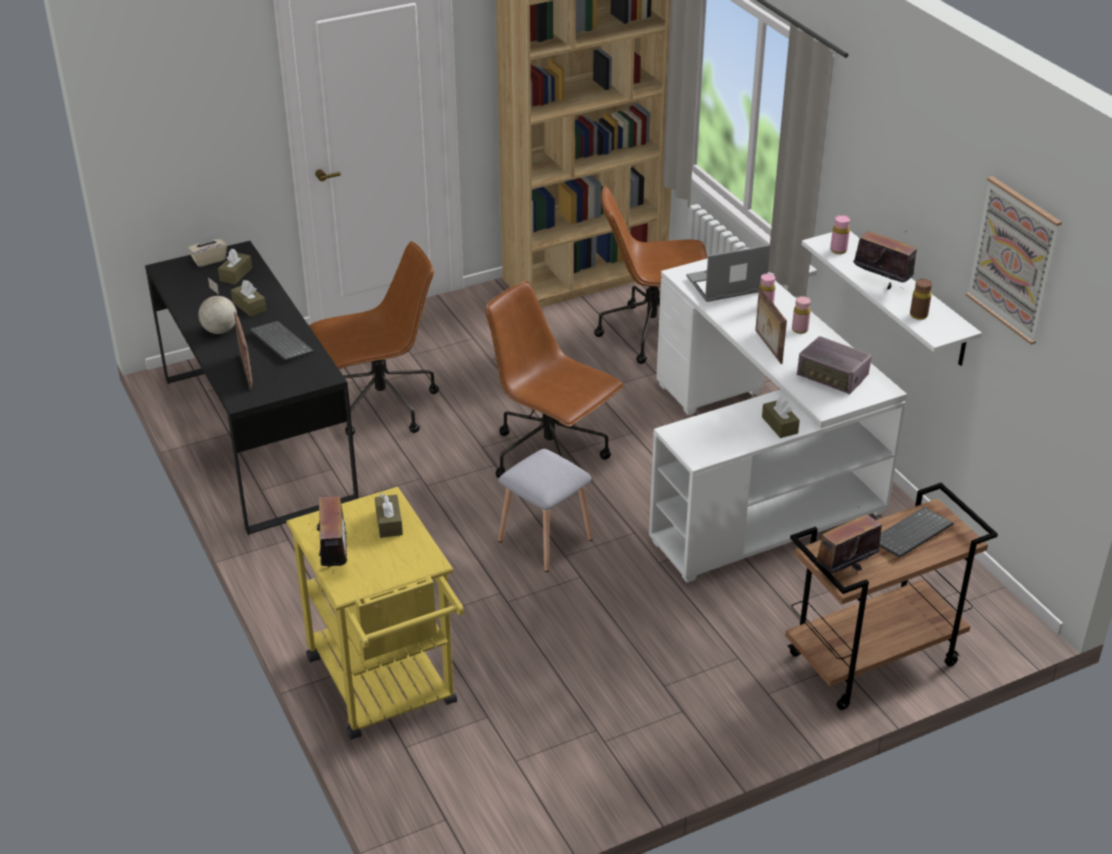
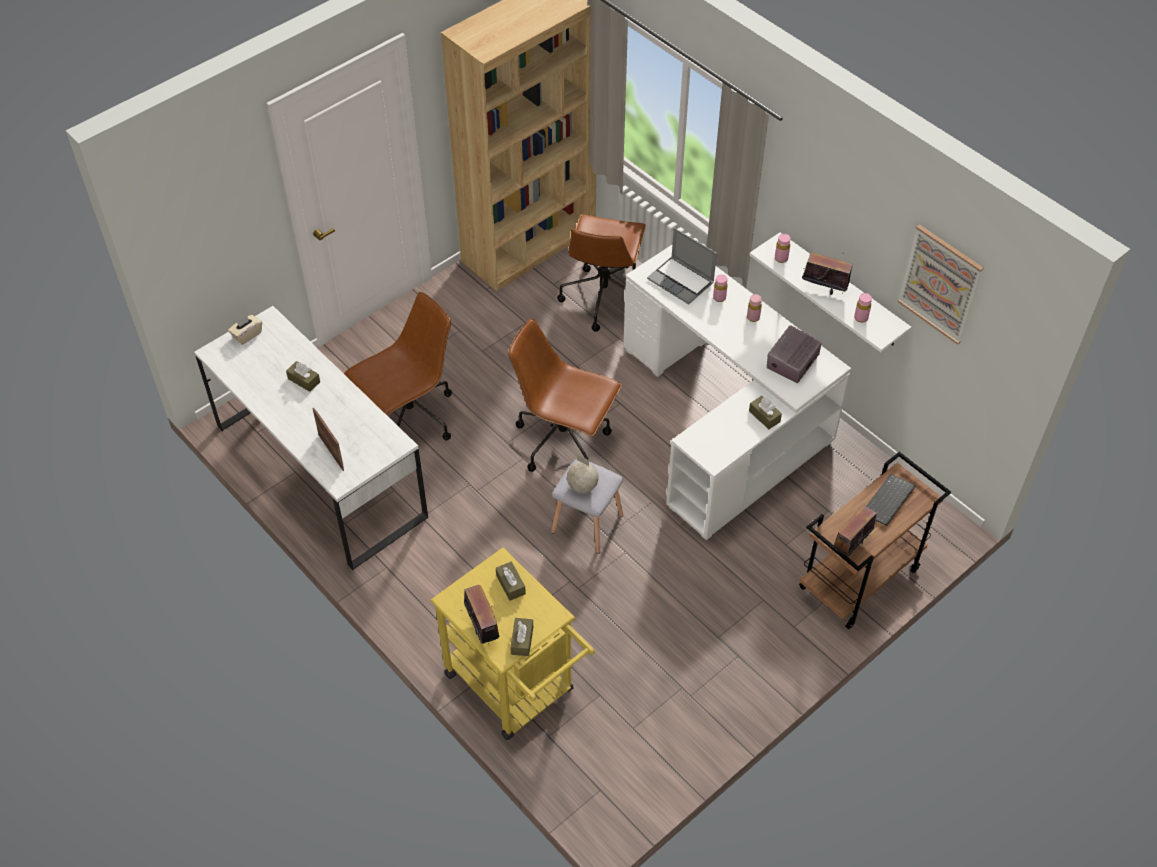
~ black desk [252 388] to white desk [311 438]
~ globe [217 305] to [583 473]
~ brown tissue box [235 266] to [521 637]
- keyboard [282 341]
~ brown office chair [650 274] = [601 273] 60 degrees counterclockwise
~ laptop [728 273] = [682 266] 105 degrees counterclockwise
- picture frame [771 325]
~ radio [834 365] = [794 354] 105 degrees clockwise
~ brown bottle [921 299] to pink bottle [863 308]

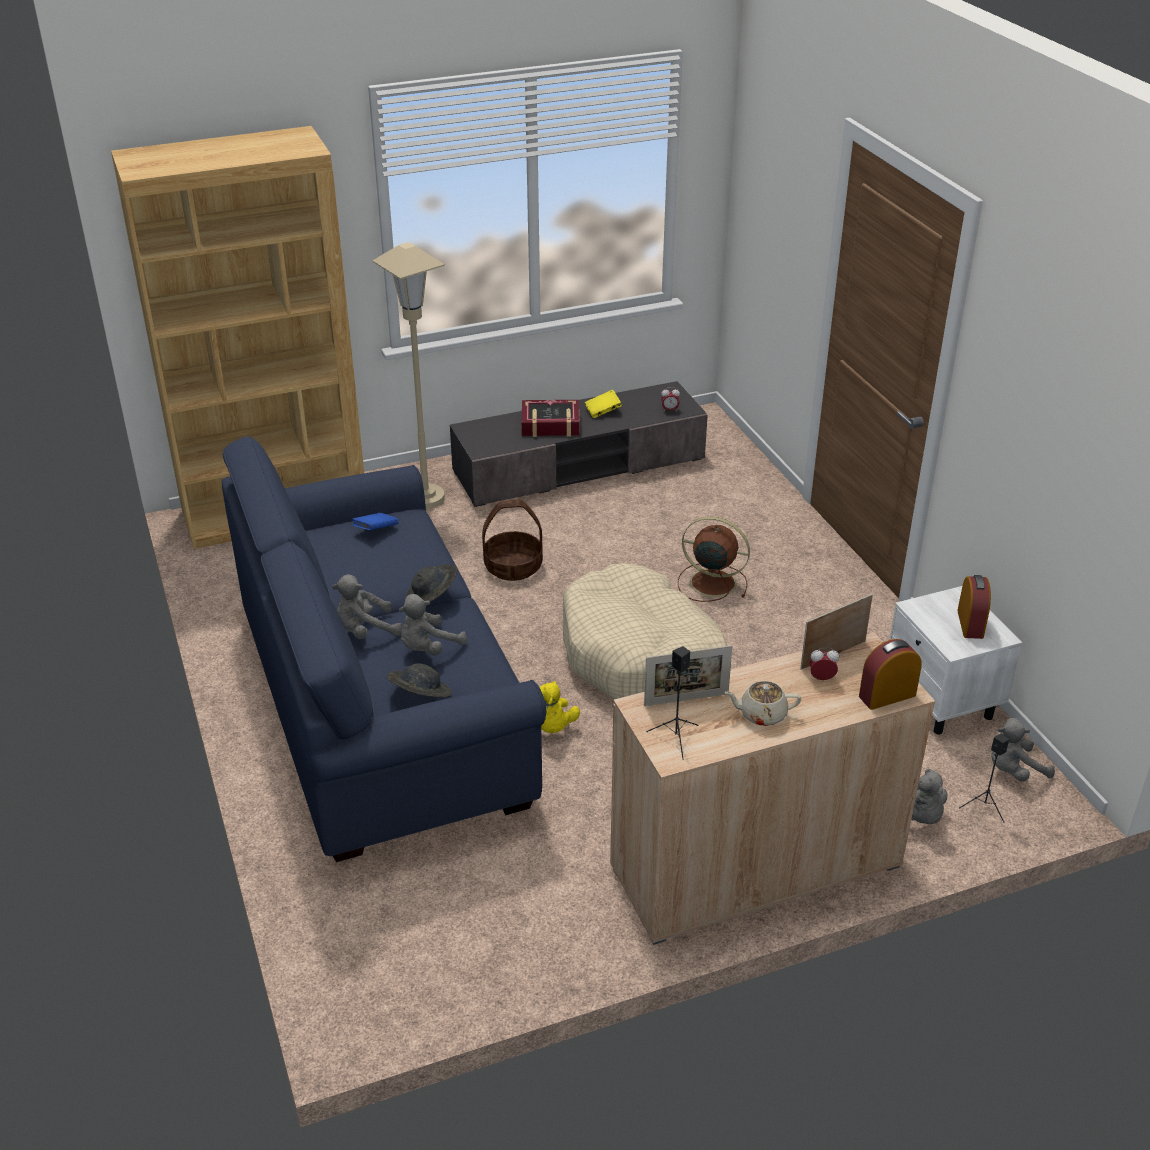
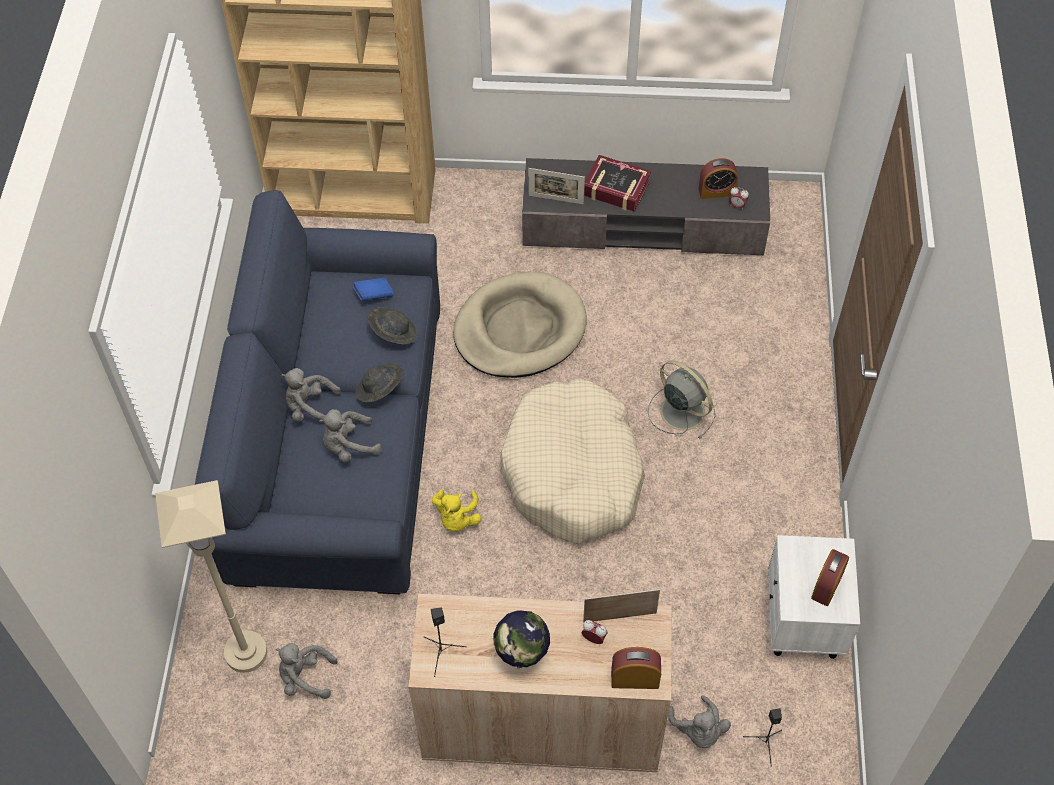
~ beige floor lamp [408 375] to [211 576]
~ grey hat [419 680] to [392 326]
~ basket [512 540] to beige dog bed [520 325]
- yellow book [603 404]
~ picture frame [688 675] to [556 186]
~ brown fan [714 559] to grey fan [681 400]
~ beige teapot [762 703] to globe [522 639]
~ grey plush toy [1023 750] to [307 671]
+ alarm clock [718 178]

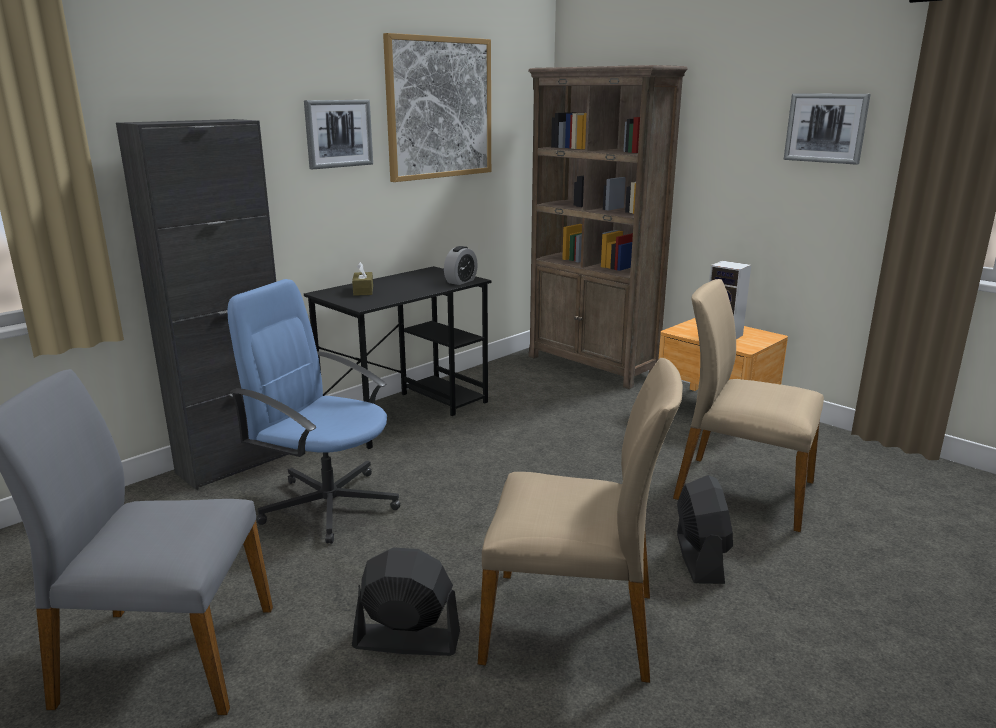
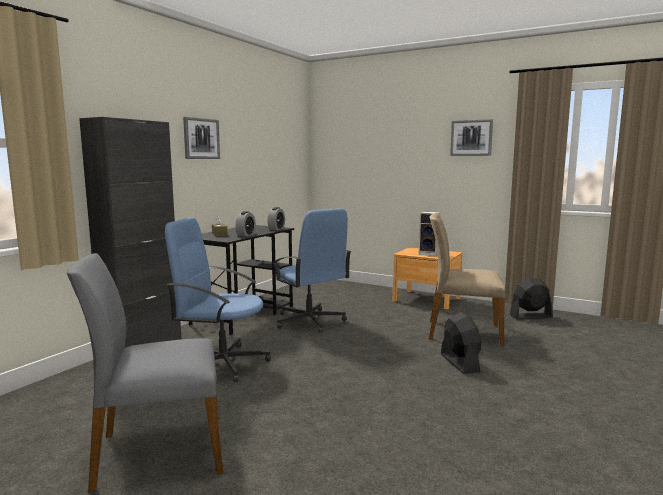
~ black fan [406 601] to [531 299]
- picture [437 107]
- beige chair [580 520]
- brown bookcase [608 227]
+ alarm clock [245 224]
+ blue office chair [311 270]

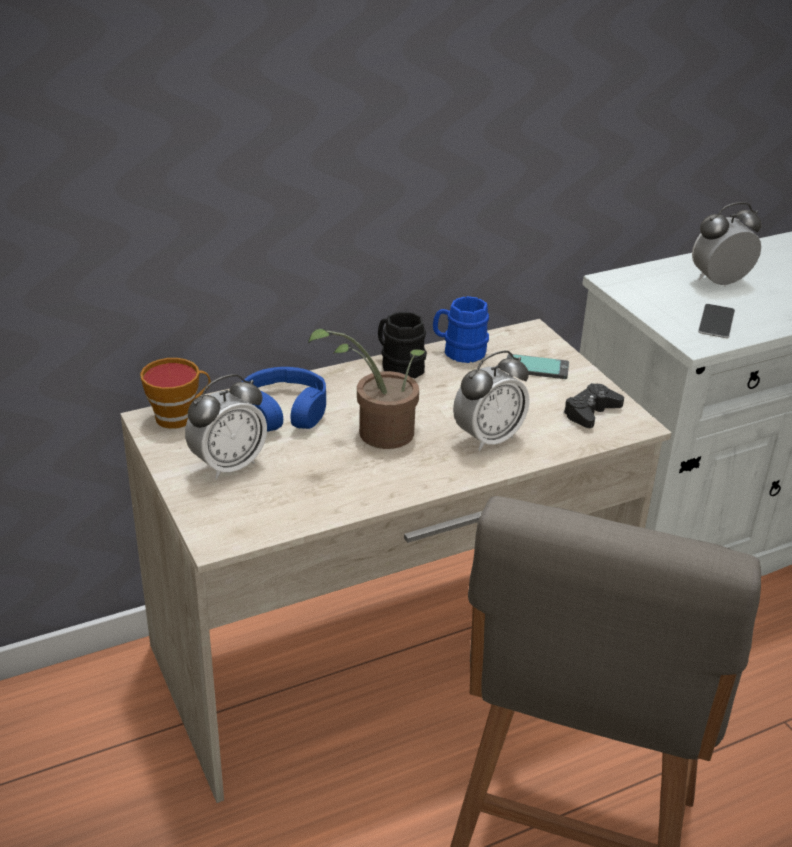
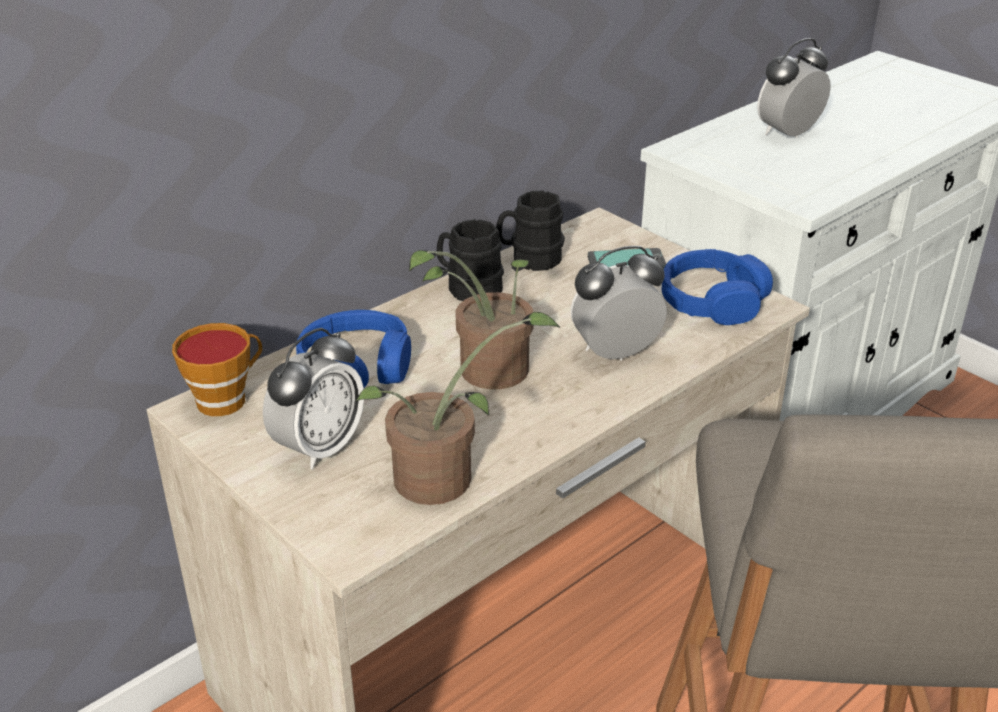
~ blue mug [461 329] to black mug [530 231]
~ alarm clock [491 401] = [619 303] 150 degrees counterclockwise
~ black game controller [594 405] to blue headphones [717 287]
- phone [716 321]
+ potted plant [458 408]

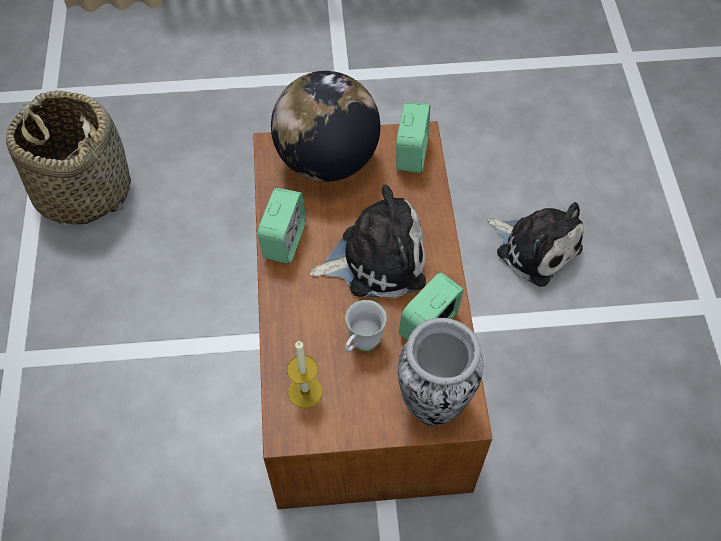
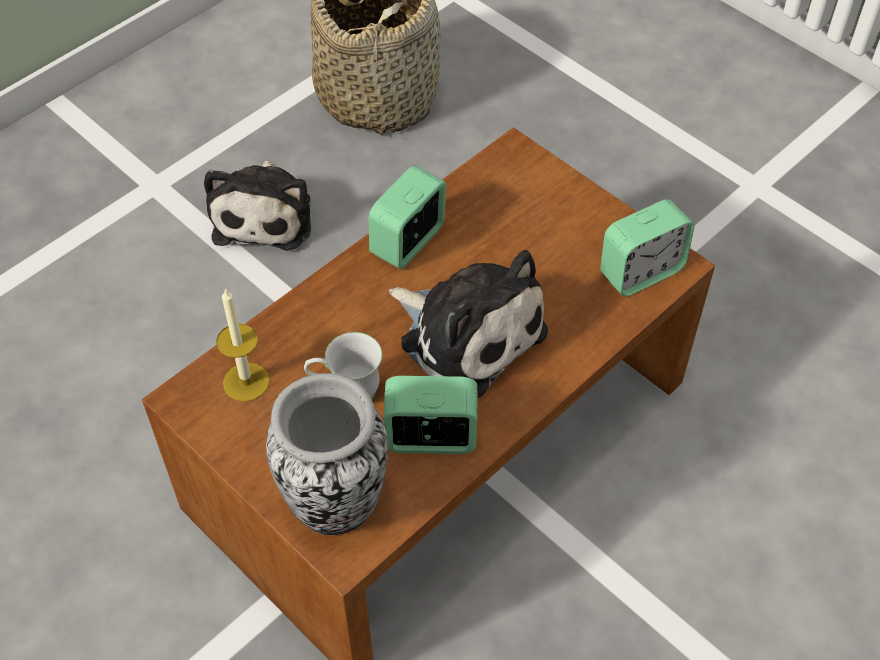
~ alarm clock [282 226] = [407 217] 150 degrees clockwise
- globe [325 126]
~ plush toy [535 244] to [257 206]

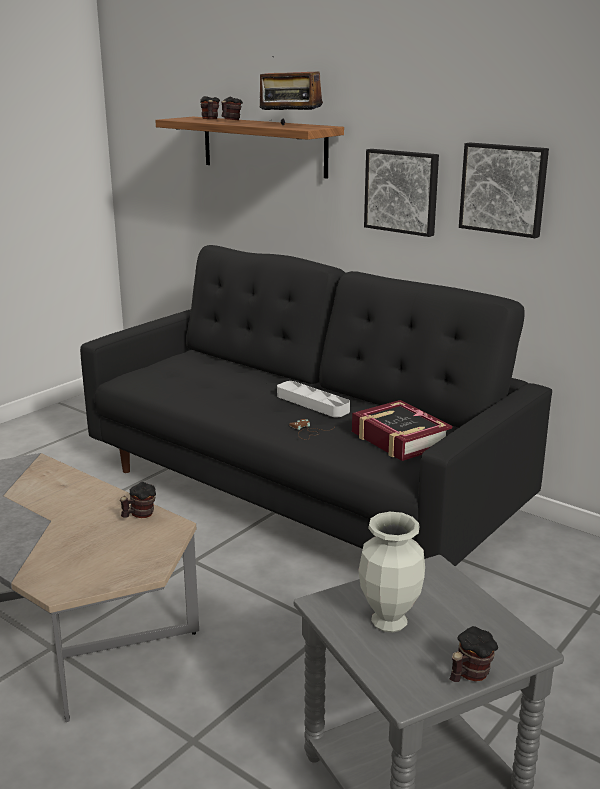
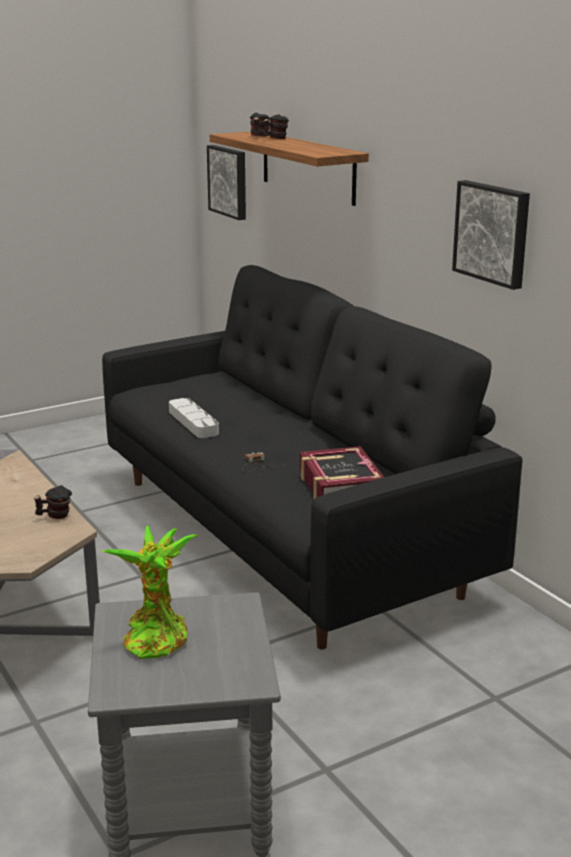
- radio [291 90]
~ grey tray [313 399] to [194 418]
~ vase [391 572] to potted plant [149 592]
~ picture [401 193] to [226 182]
- mug [474 654]

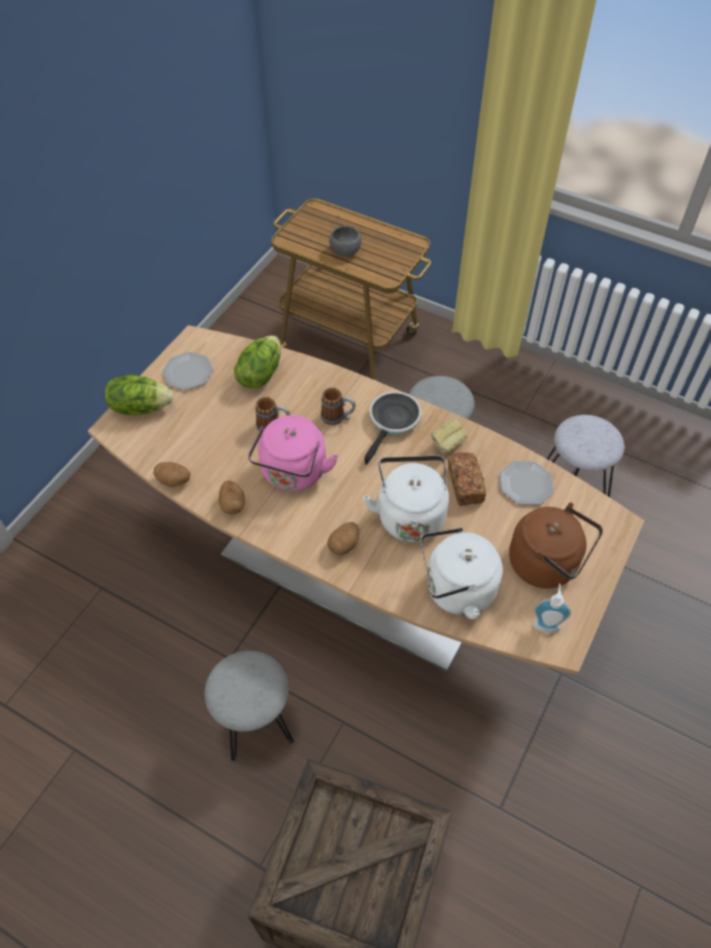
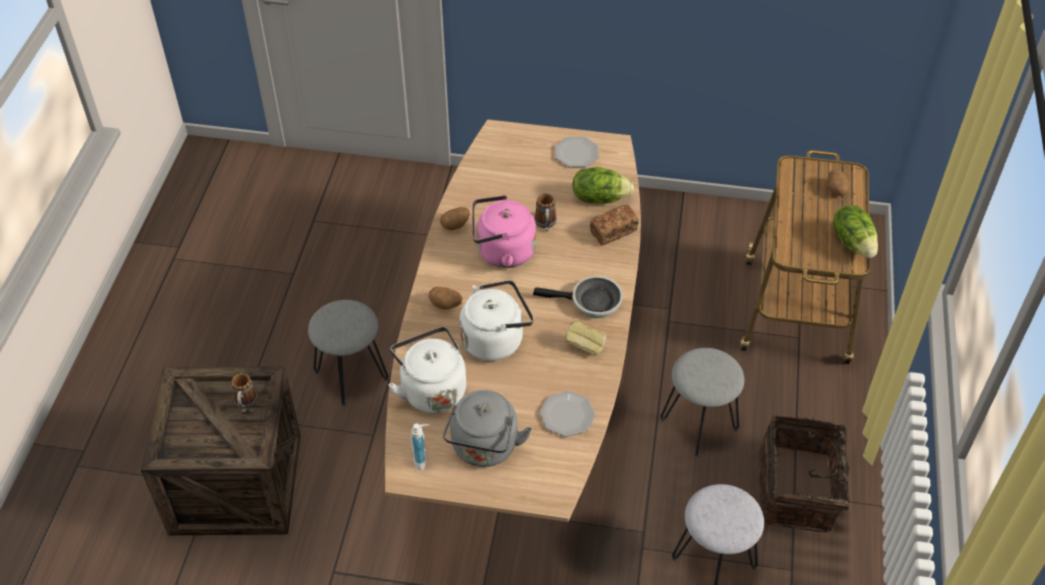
~ lettuce [139 395] to [855 231]
~ potato [172 474] to [838 183]
~ mug [338 406] to [244 392]
- grey bowl [345 241]
~ bread [467 479] to [614 225]
~ brown kettle [556 545] to grey kettle [487 428]
+ basket [811 474]

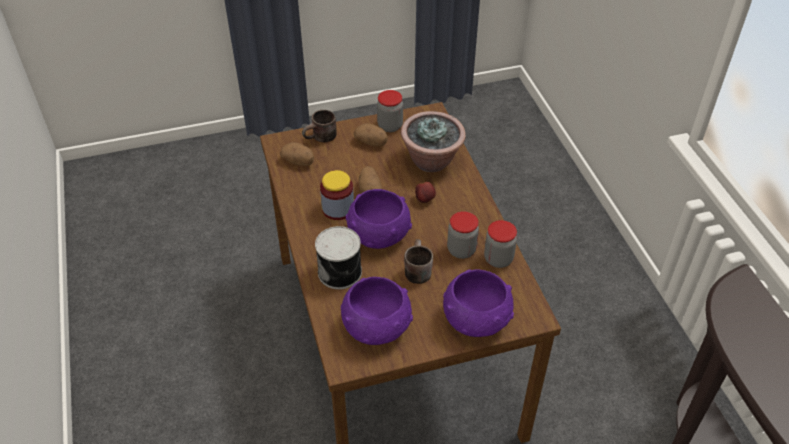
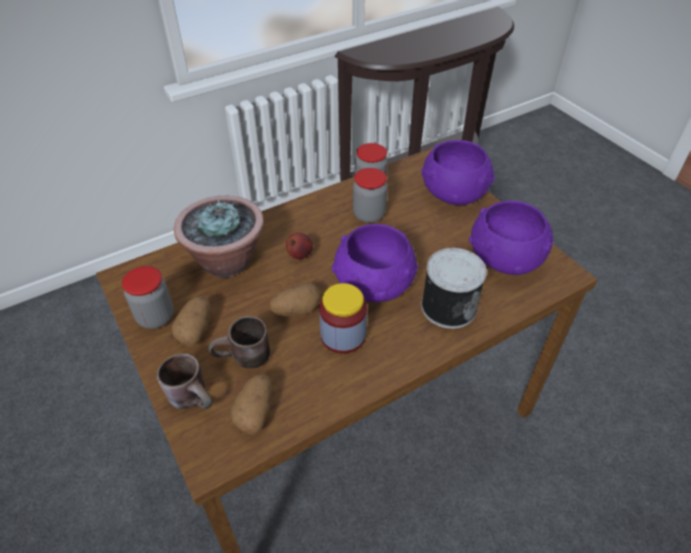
~ brown mug [418 261] to [239 342]

